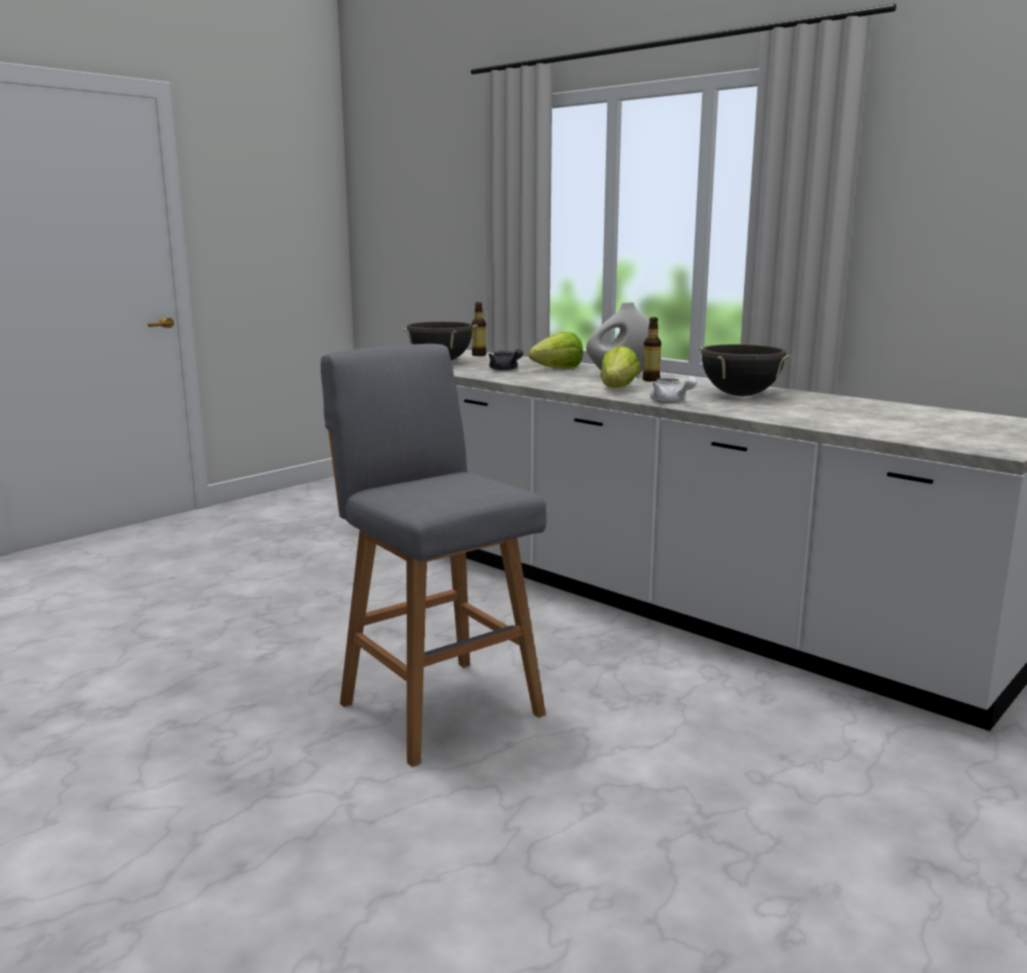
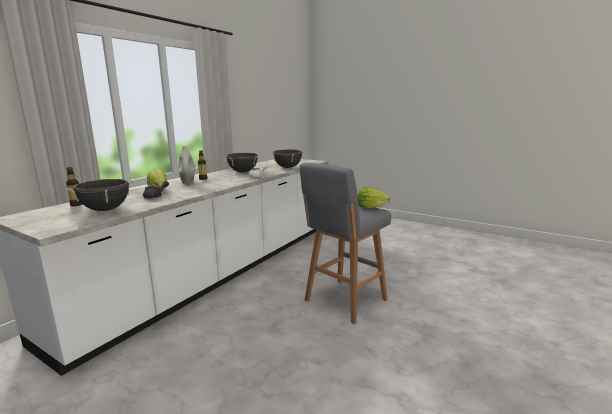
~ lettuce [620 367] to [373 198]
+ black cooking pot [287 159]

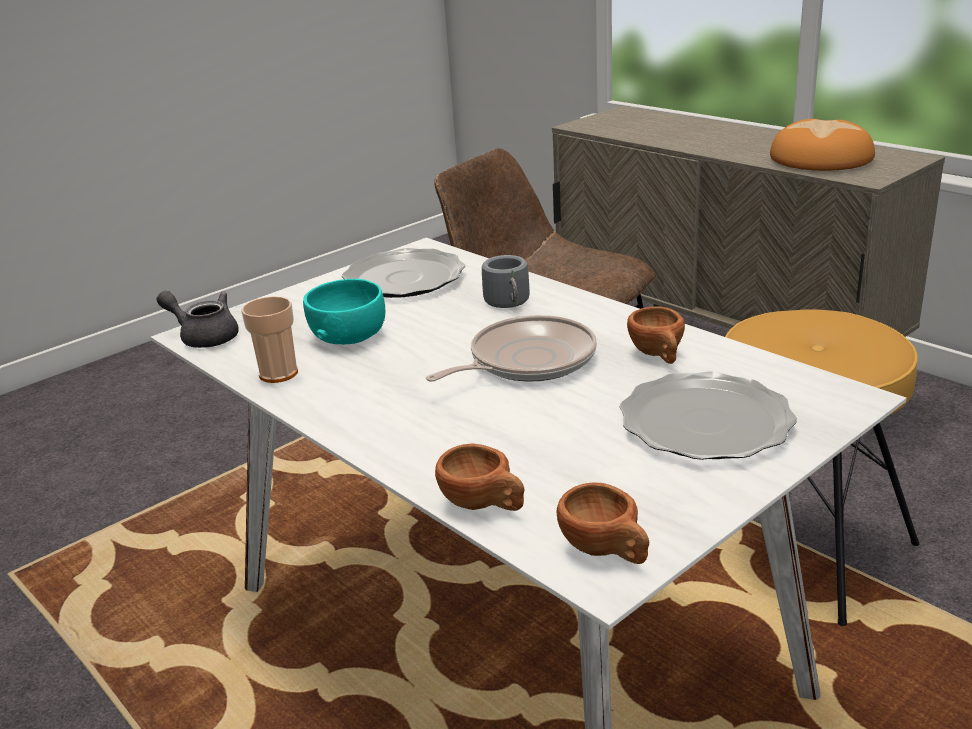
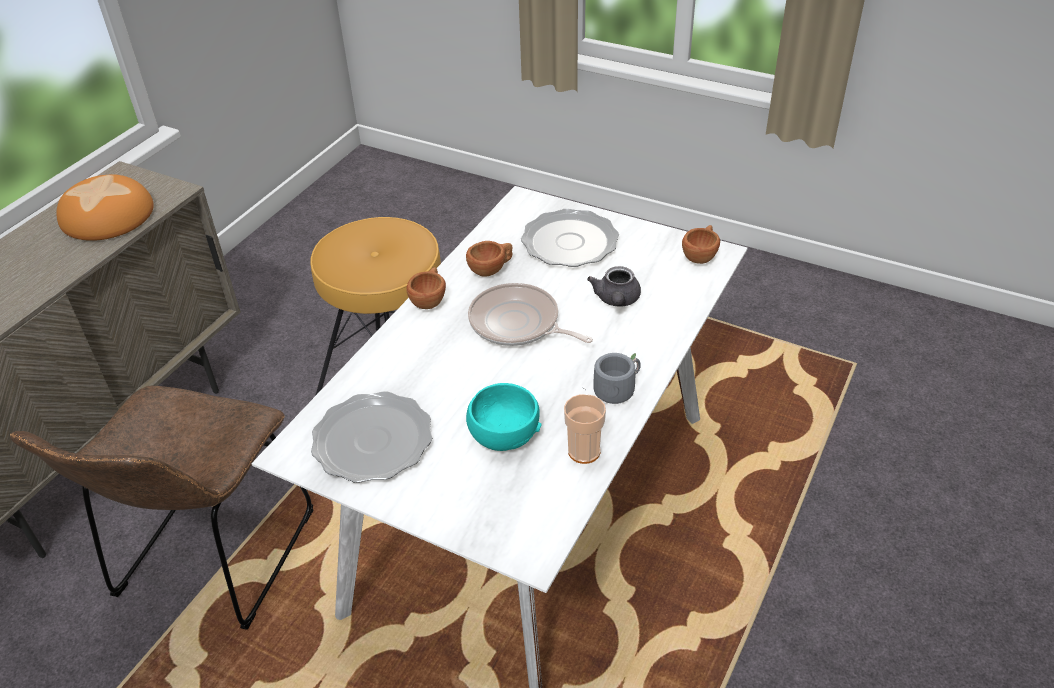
~ grey teapot [198 319] to [614 286]
~ brown cup [479 477] to [426 288]
~ grey mug [506 281] to [611 378]

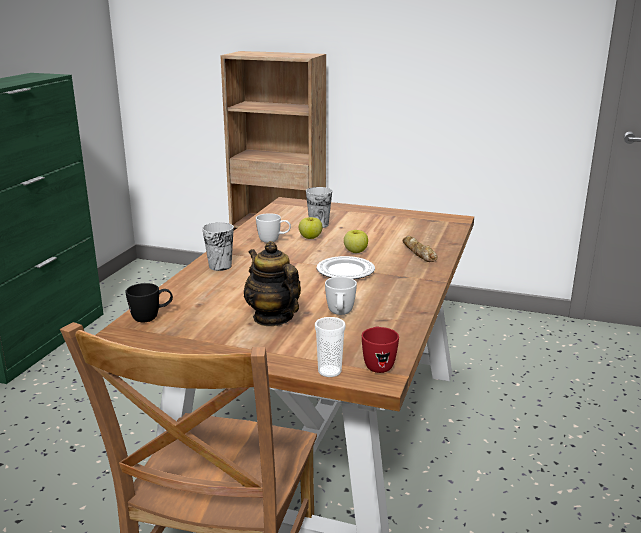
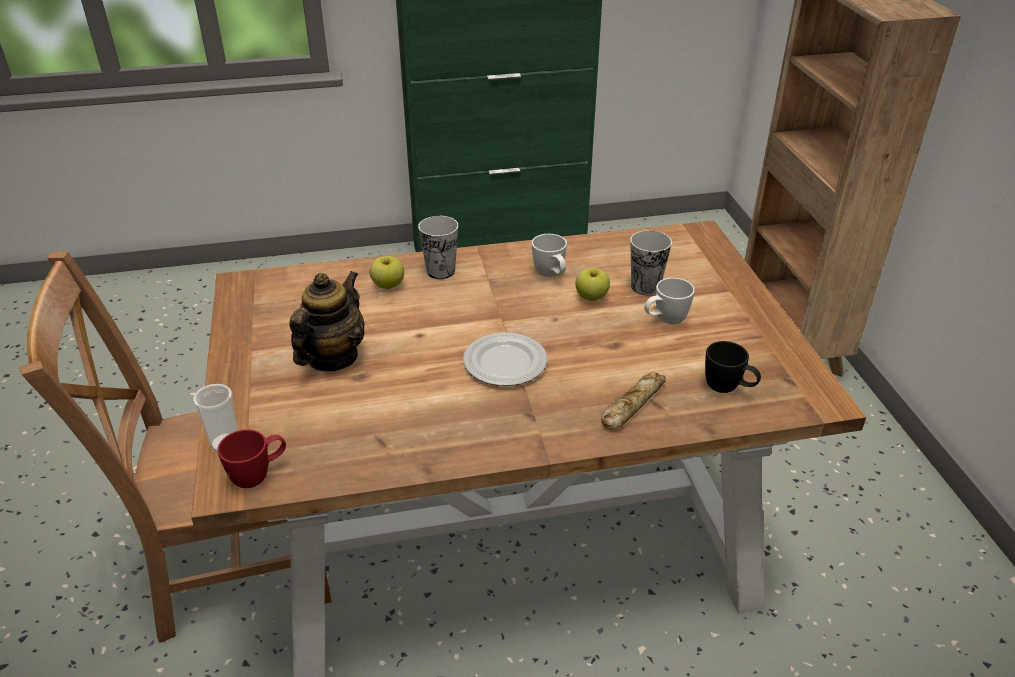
~ black mug [149 302] to [733 367]
~ white mug [341 296] to [669 301]
~ apple [356 241] to [387 272]

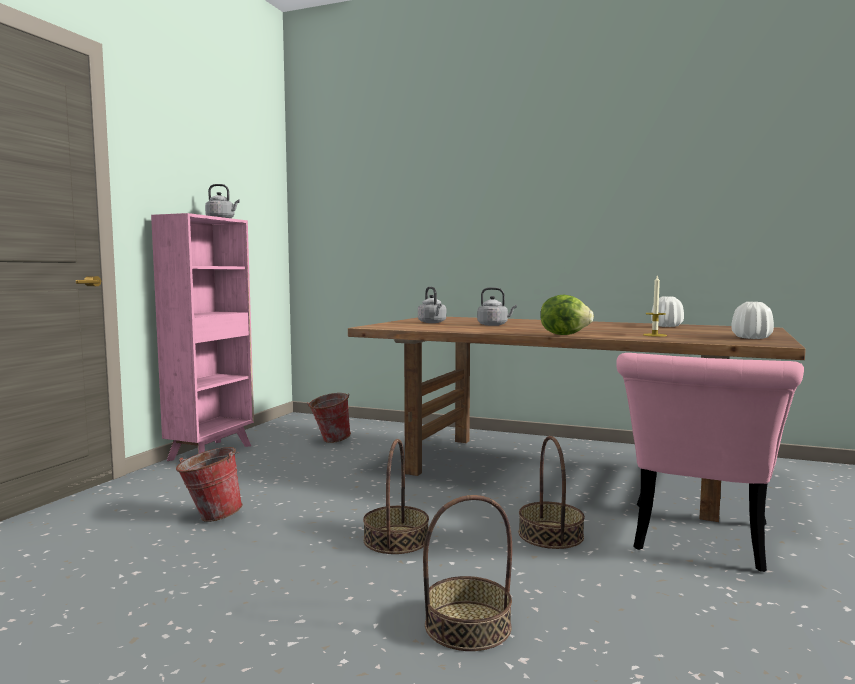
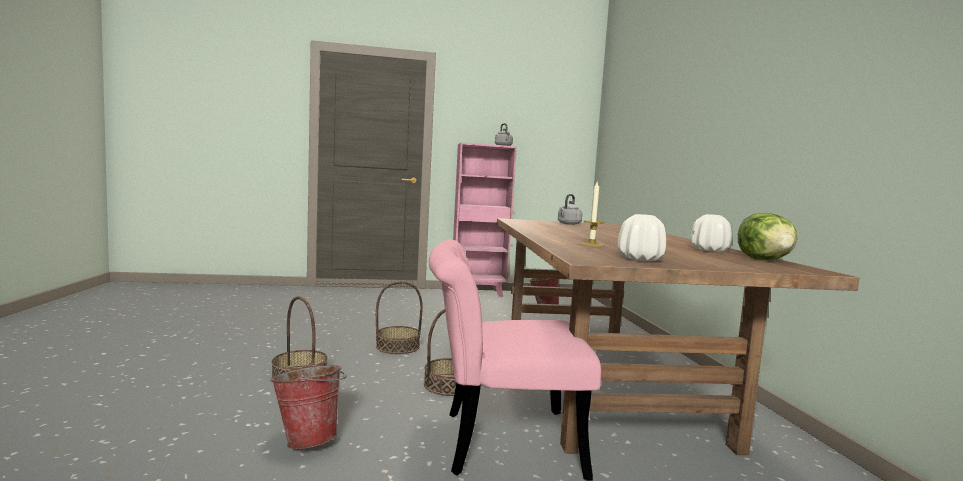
~ bucket [209 484] to [308 405]
- grey kettle [497 306]
~ lettuce [567 315] to [767 236]

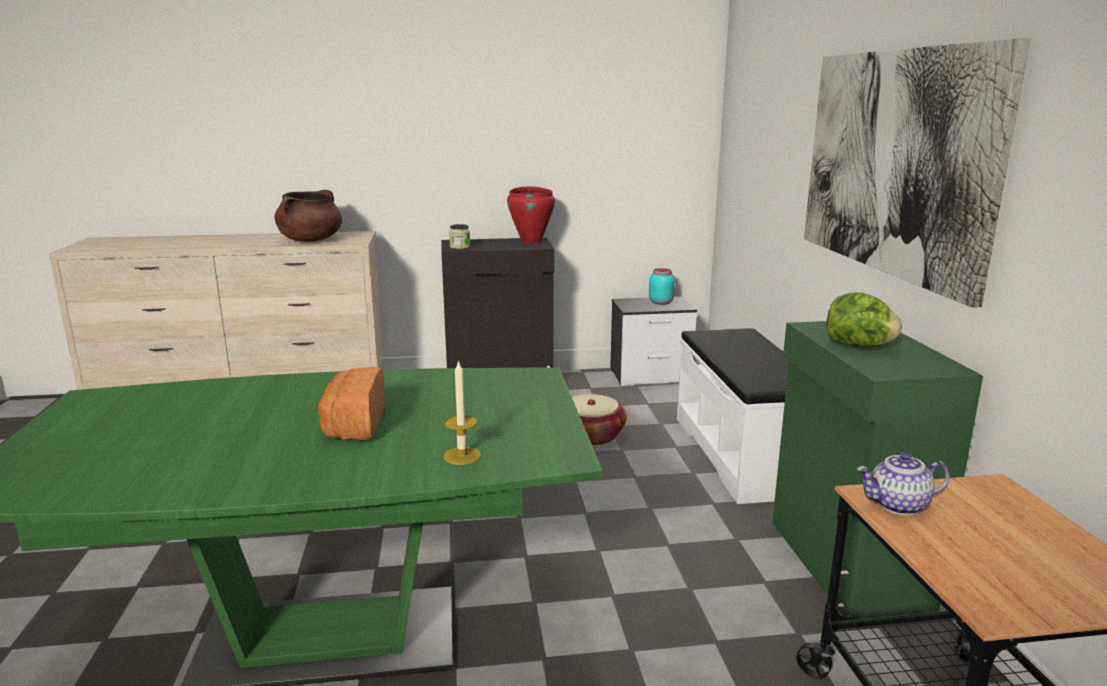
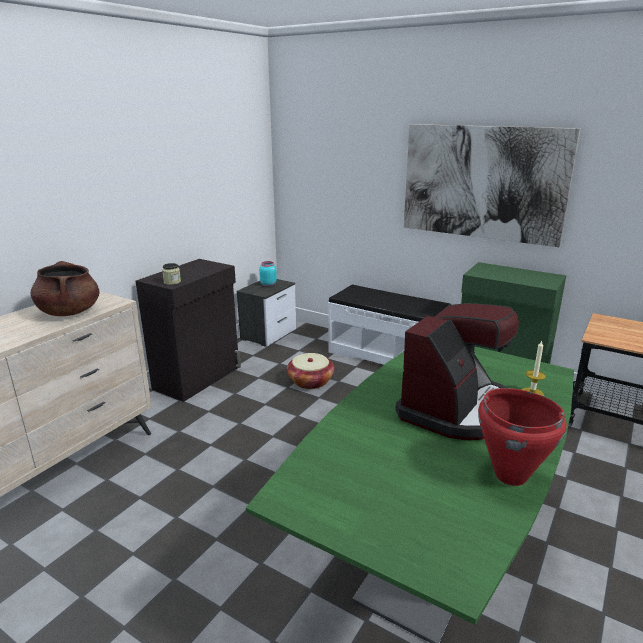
~ bread [351 403] to coffee machine [457 371]
~ red cooking pot [531 215] to [522 437]
- lettuce [864 320]
- teapot [903 483]

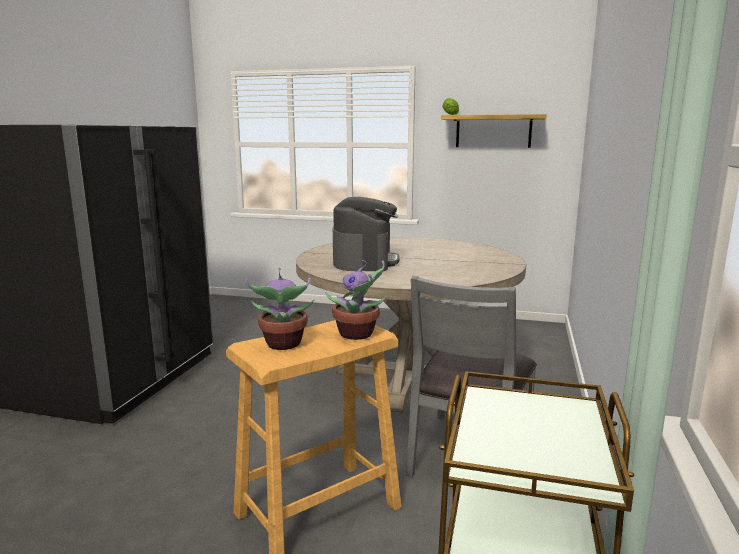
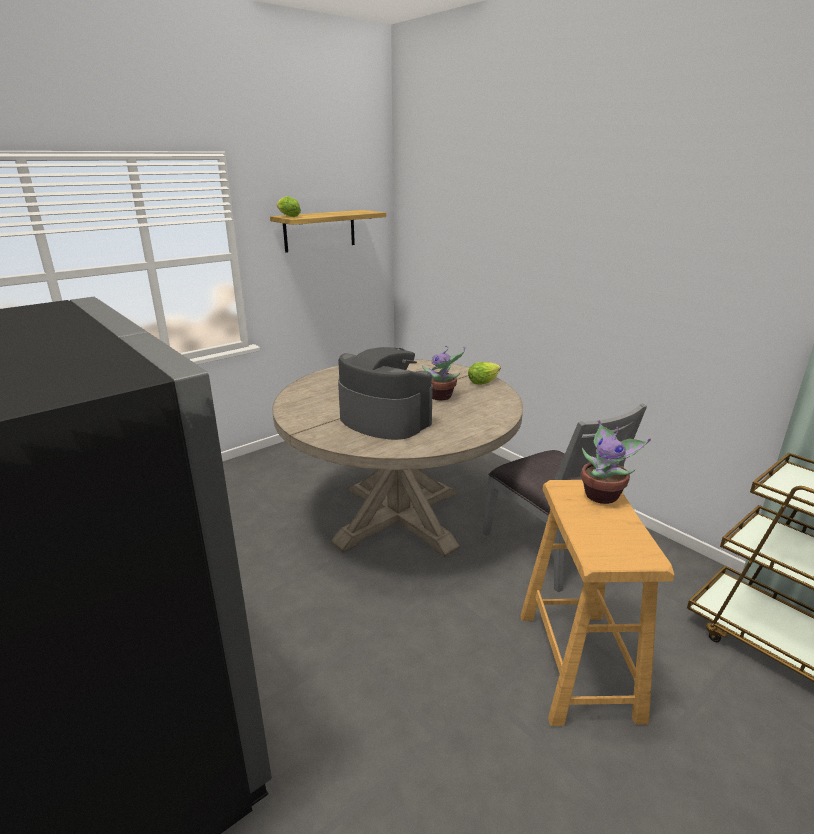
~ potted plant [279 309] to [443 373]
+ lettuce [484 373]

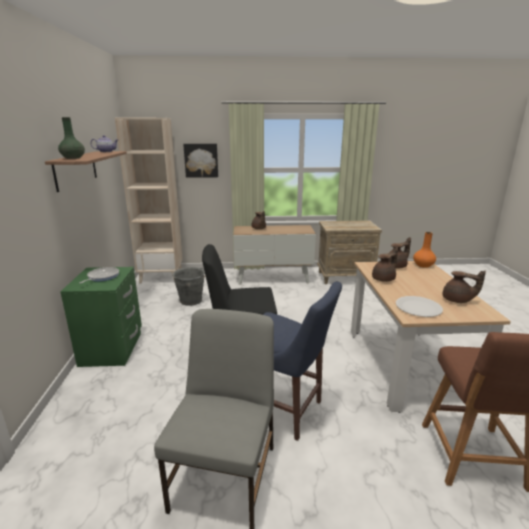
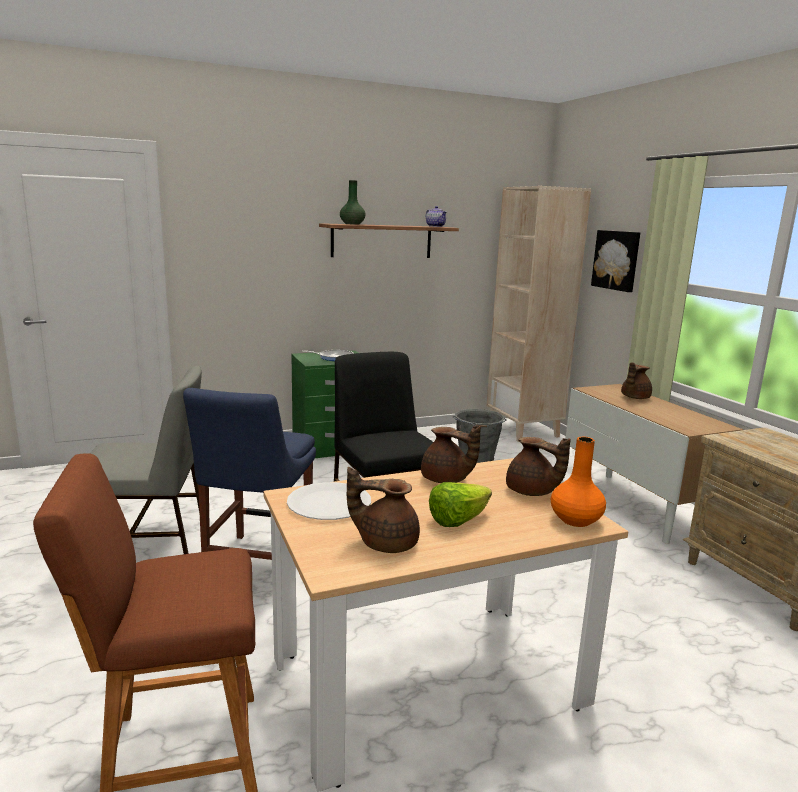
~ brown teapot [464 287] = [383 510] 90 degrees clockwise
+ lettuce [460 504]

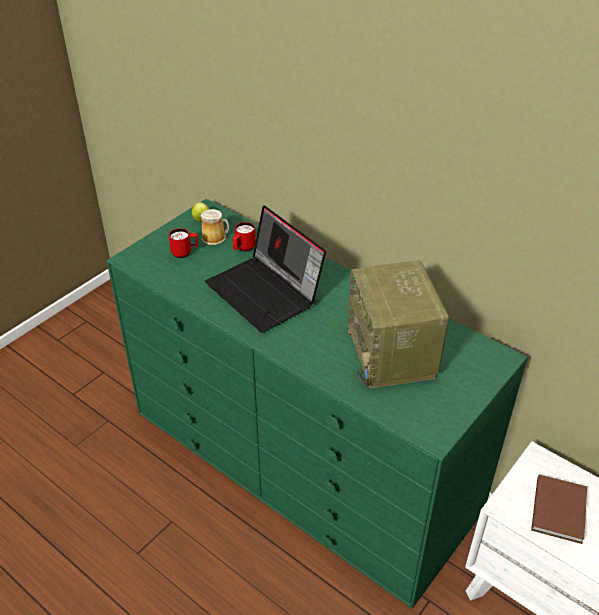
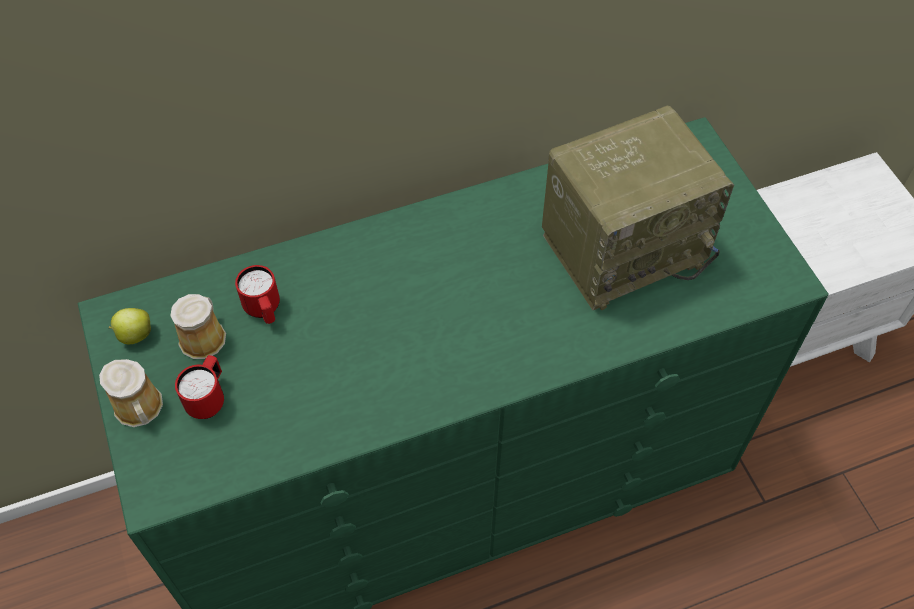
- laptop [265 269]
~ radio [398 324] = [638 208] 45 degrees counterclockwise
- brown book [559 509]
+ mug [131 393]

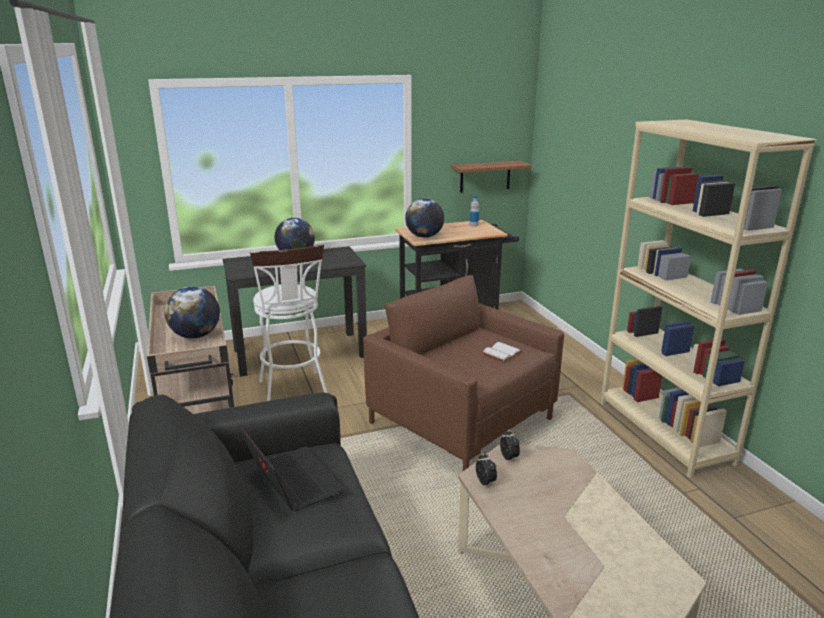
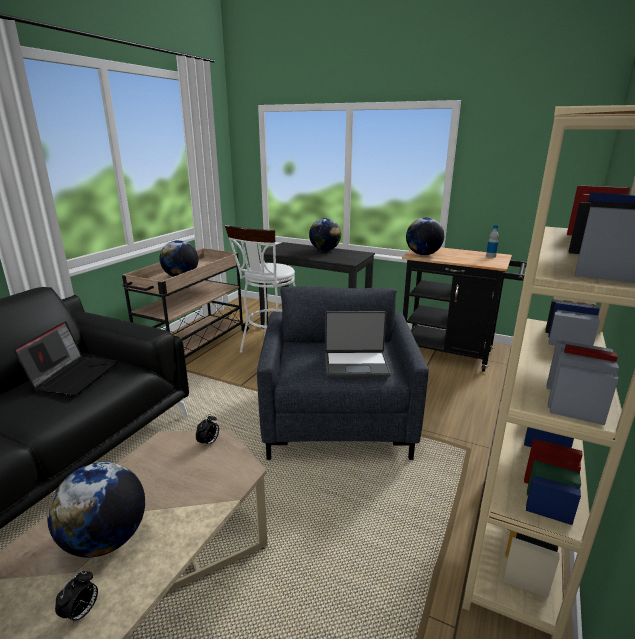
~ brown armchair [463 373] to grey armchair [343 373]
- shelf [491 177]
~ alarm clock [486 469] to [76 598]
~ white book [501 352] to laptop [358 344]
+ globe [96 510]

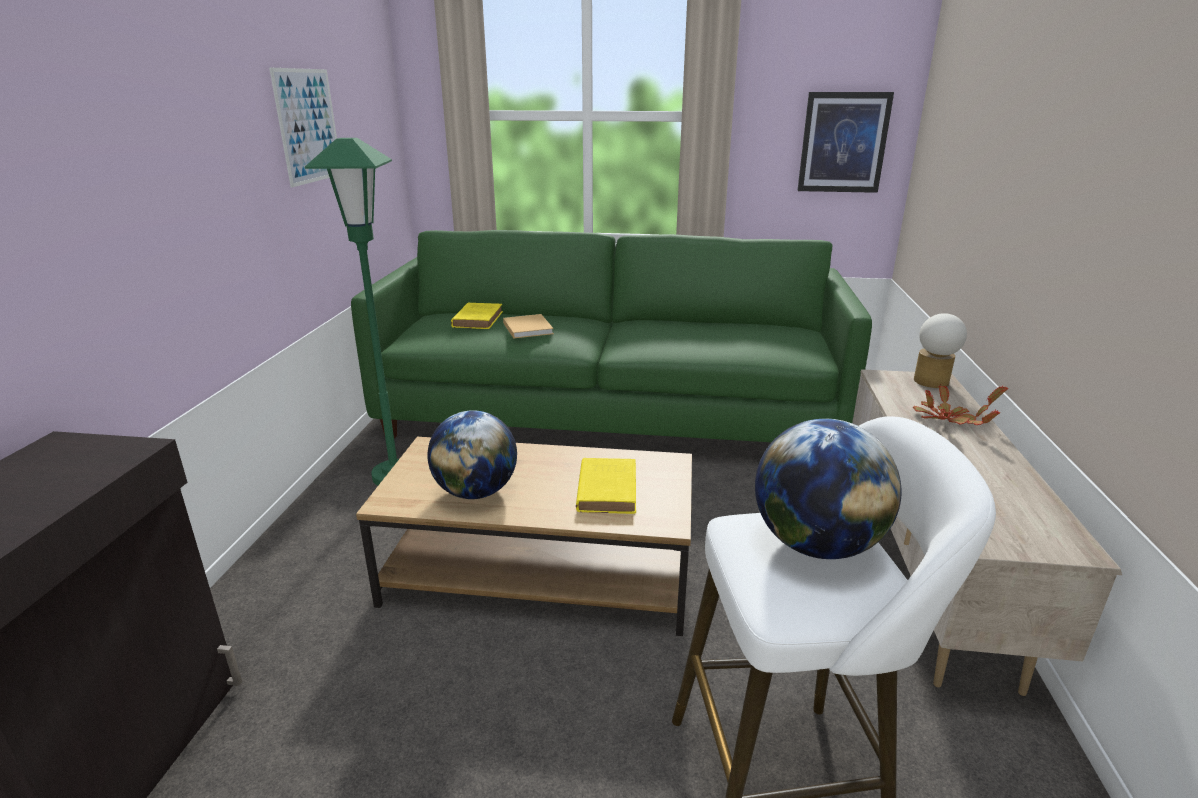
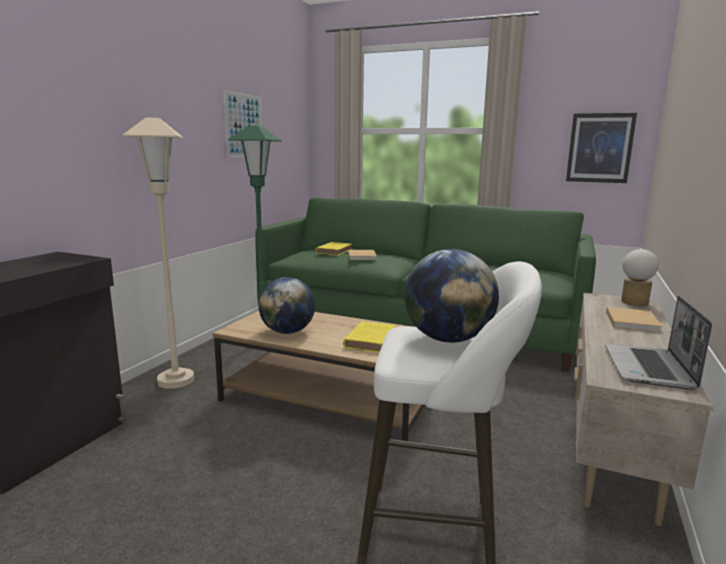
~ potted plant [960 405] to beige book [634 320]
+ beige floor lamp [158 253]
+ laptop [658 343]

